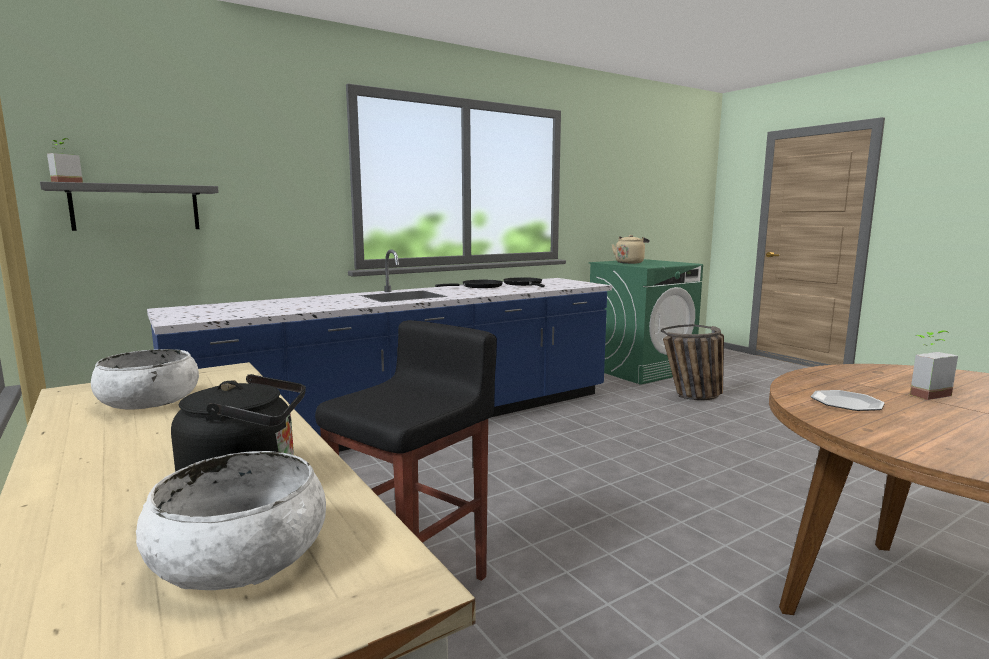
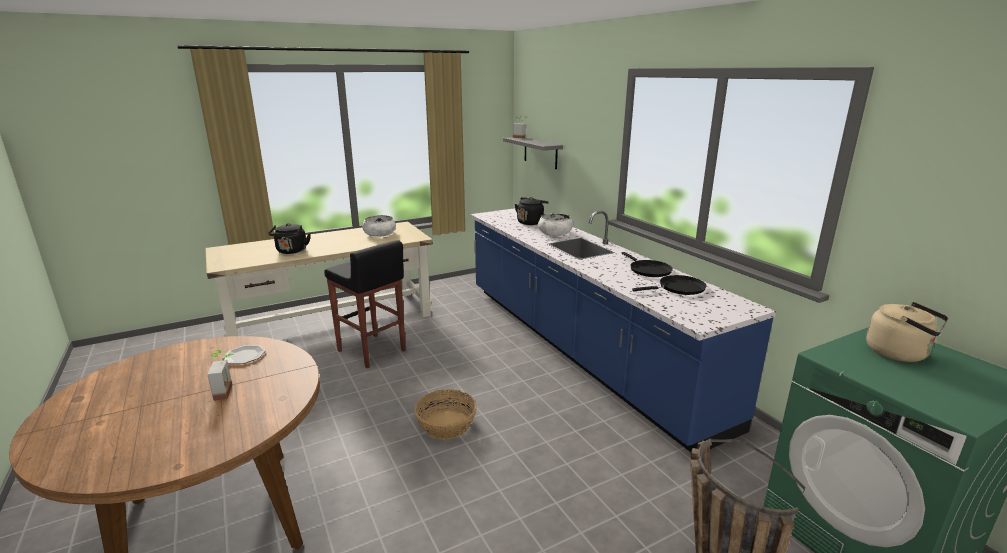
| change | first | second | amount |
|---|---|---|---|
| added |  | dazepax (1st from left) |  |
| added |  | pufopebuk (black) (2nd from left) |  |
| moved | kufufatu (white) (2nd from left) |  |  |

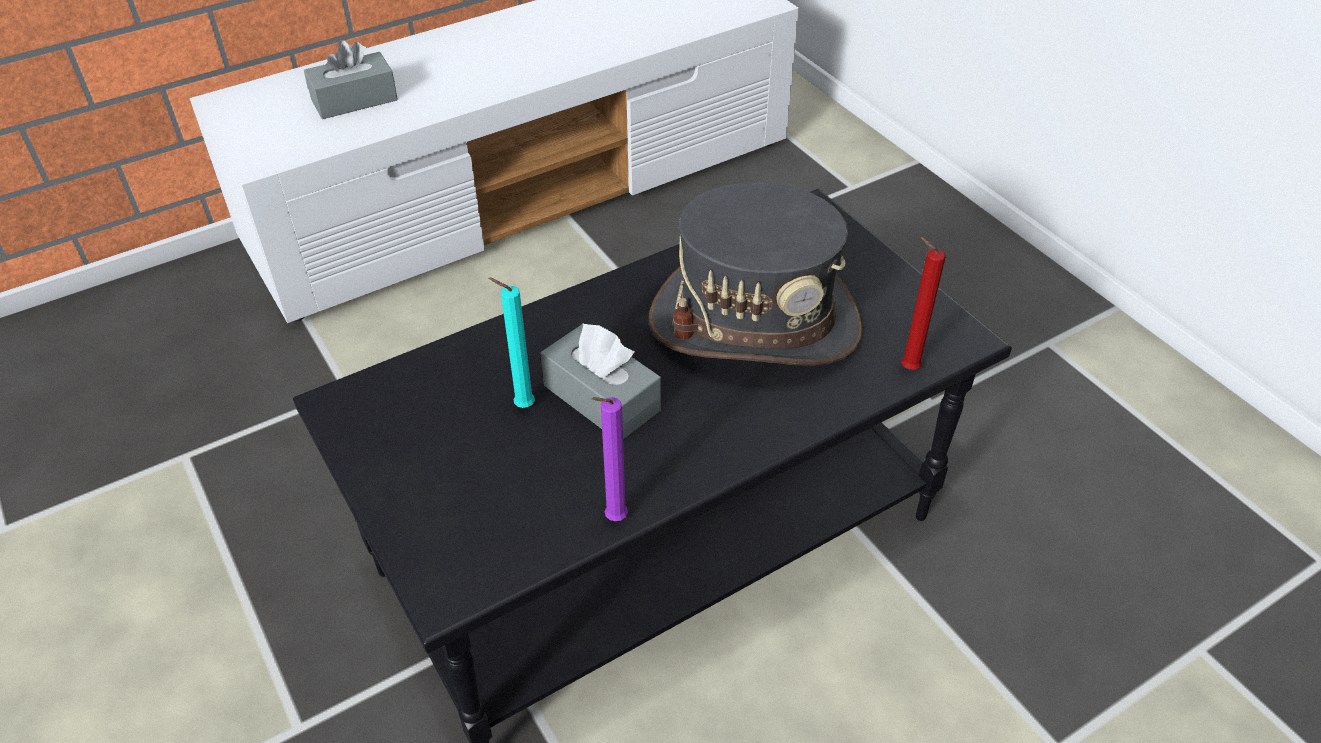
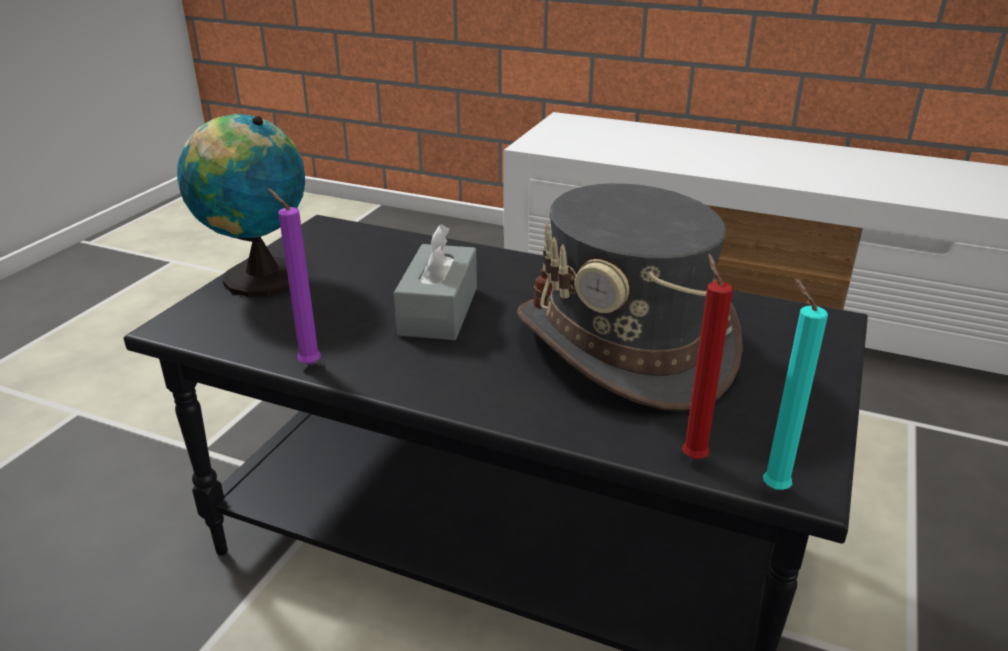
| change | first | second | amount |
|---|---|---|---|
| removed | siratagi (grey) (1st from left) |  |  |
| added |  | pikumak |  |
| moved | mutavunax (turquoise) |  |  |

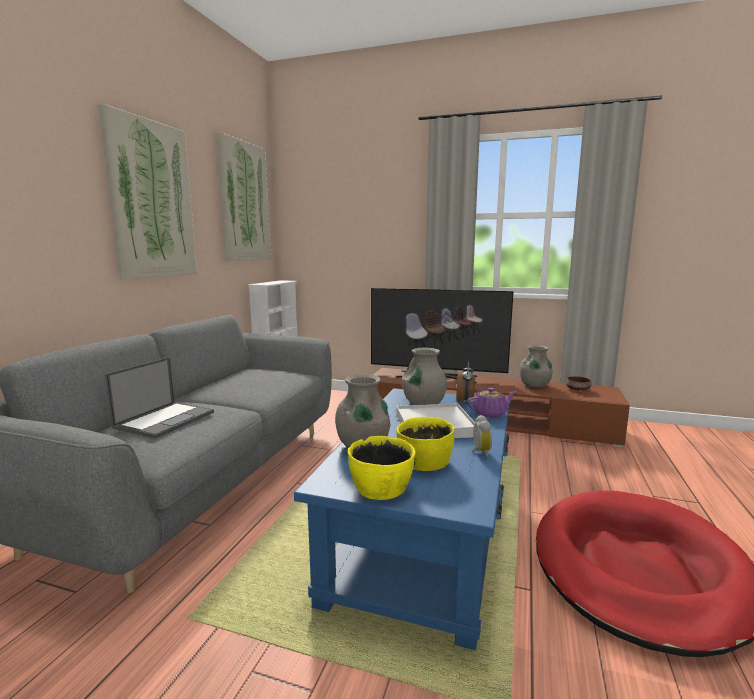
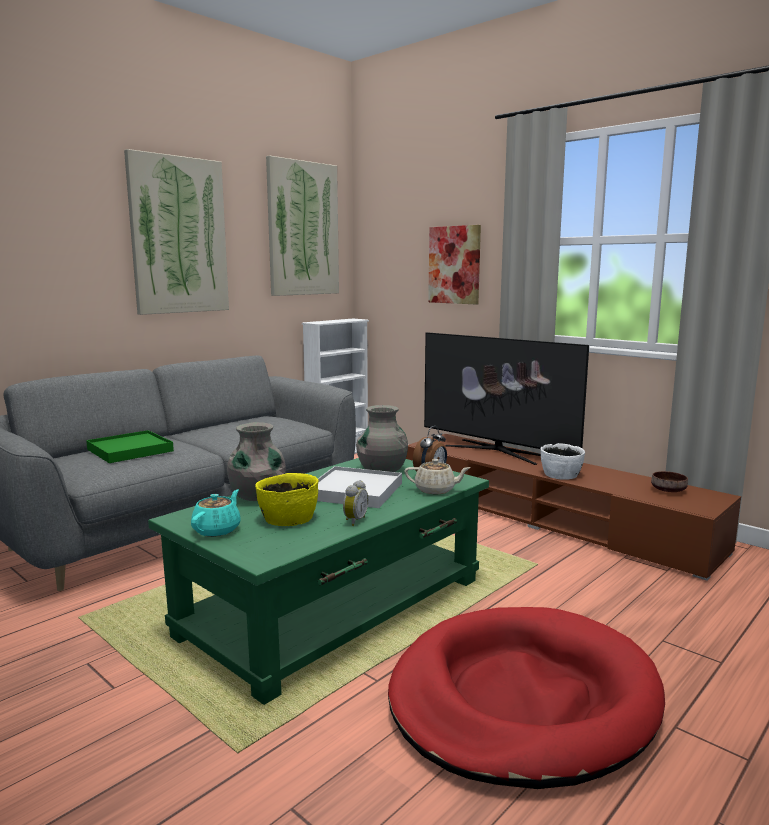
| change | first | second | amount |
|---|---|---|---|
| removed | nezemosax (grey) (3rd from left) |  |  |
| added |  | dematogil (3rd from left) |  |
| added |  | kufufatu (white) |  |
| replaced | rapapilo | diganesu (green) |  |
| replaced | kufufatu (yellow) (1st from left) | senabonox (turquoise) |  |
| recoloured | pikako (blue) | pikako (green) |  |
| recoloured | senabonox (purple) | senabonox (beige) |  |

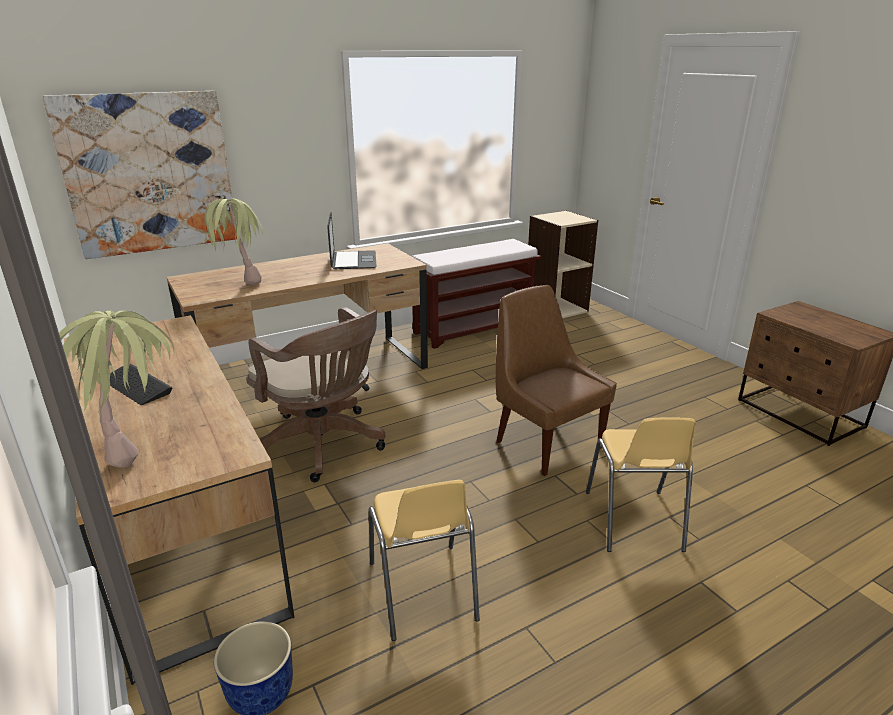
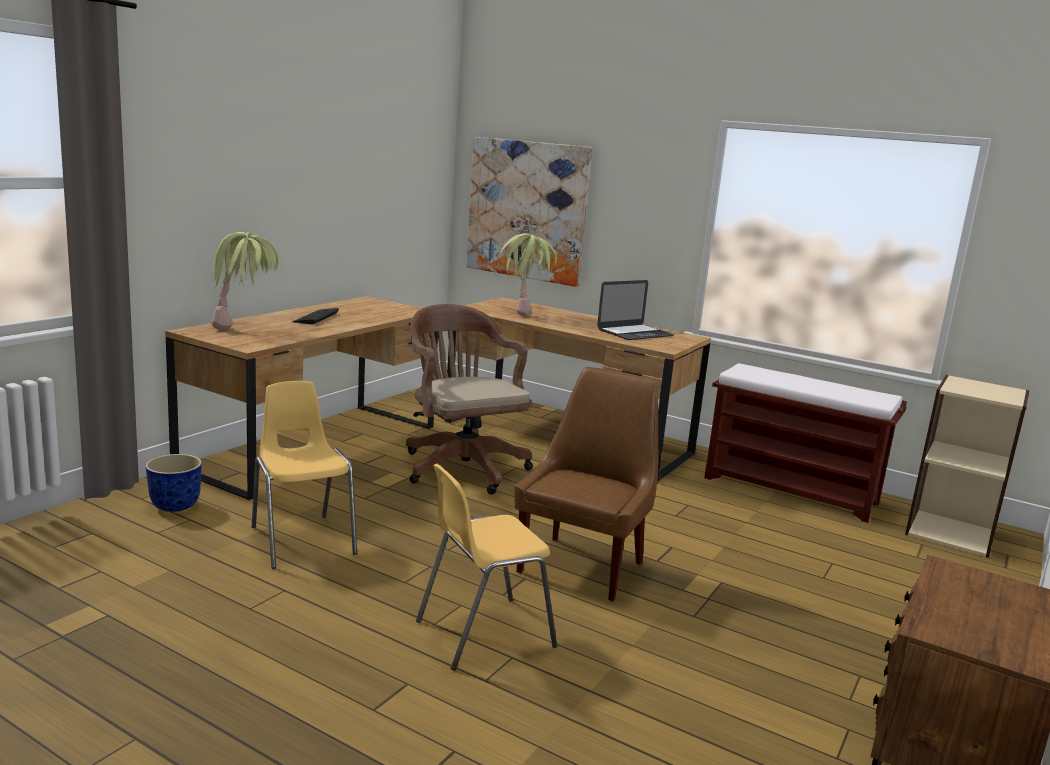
| change | first | second | amount |
|---|---|---|---|
| turned | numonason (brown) |  | 135 degrees clockwise |
| turned | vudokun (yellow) (1st from left) |  | 105 degrees clockwise |

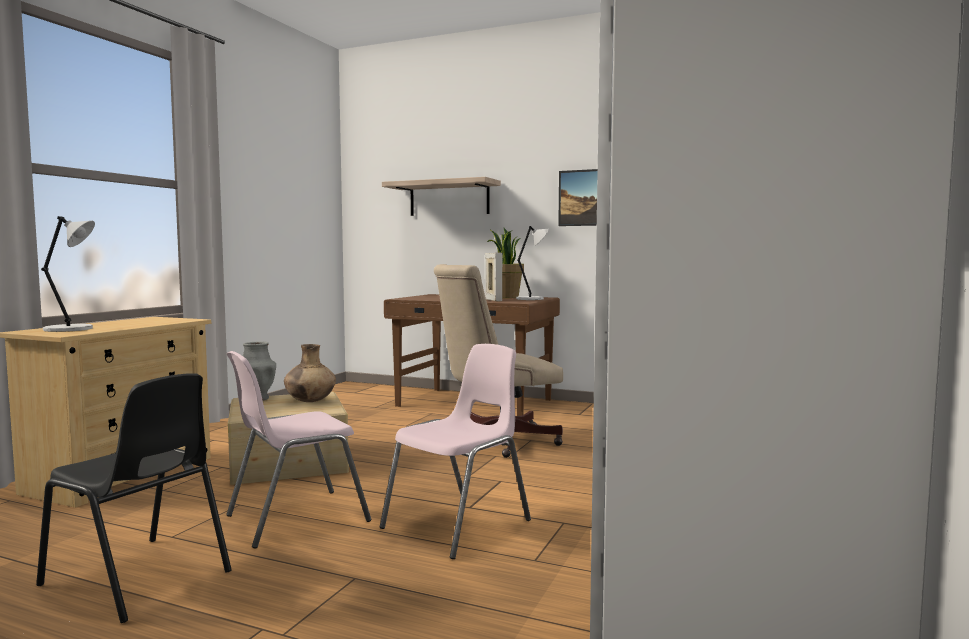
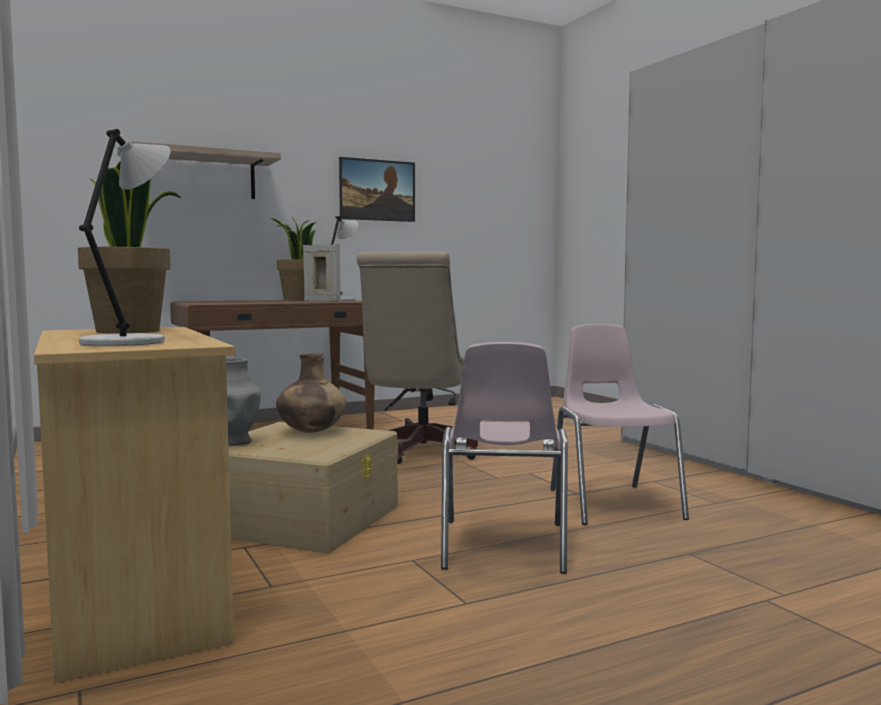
| change | first | second | amount |
|---|---|---|---|
| removed | vudokun (black) |  |  |
| added |  | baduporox (1st from left) |  |

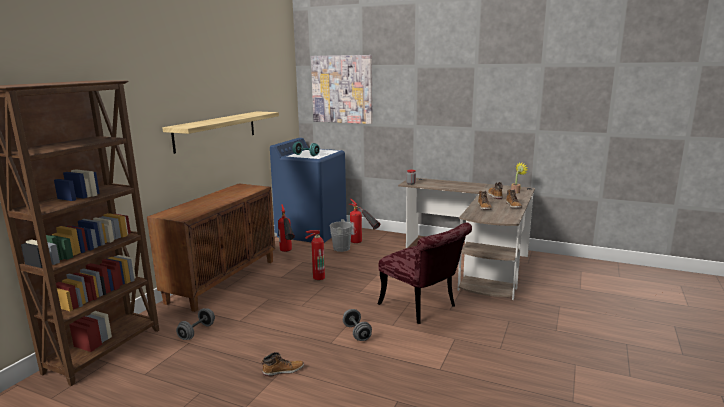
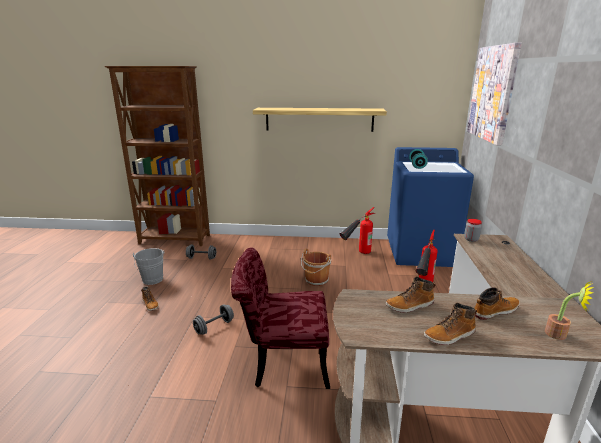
| change | first | second | amount |
|---|---|---|---|
| removed | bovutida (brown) |  |  |
| moved | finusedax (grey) |  |  |
| replaced | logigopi (2nd from left) | finusedax (brown) |  |
| turned | vudokun (red) |  | 60 degrees clockwise |

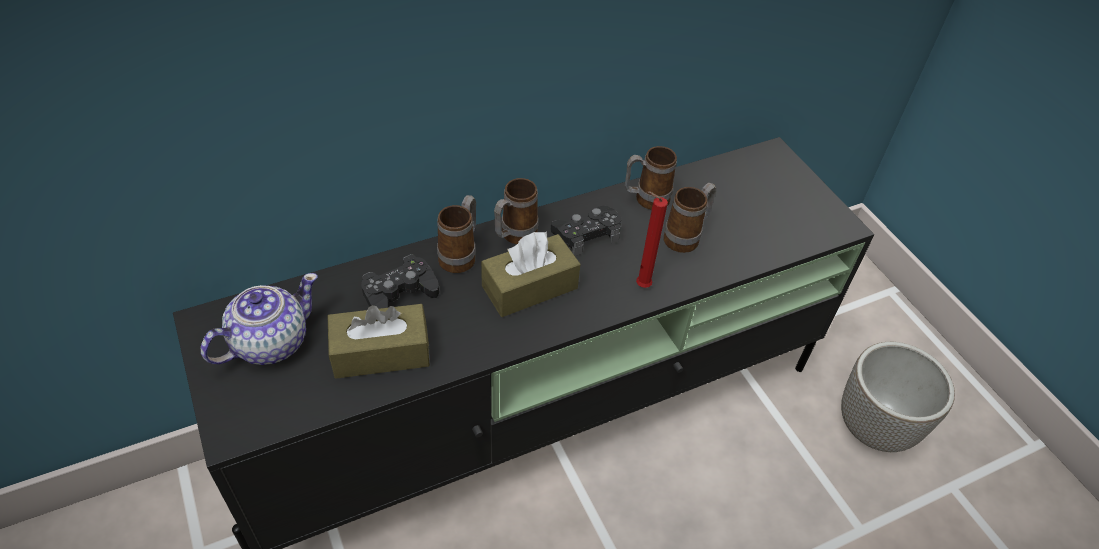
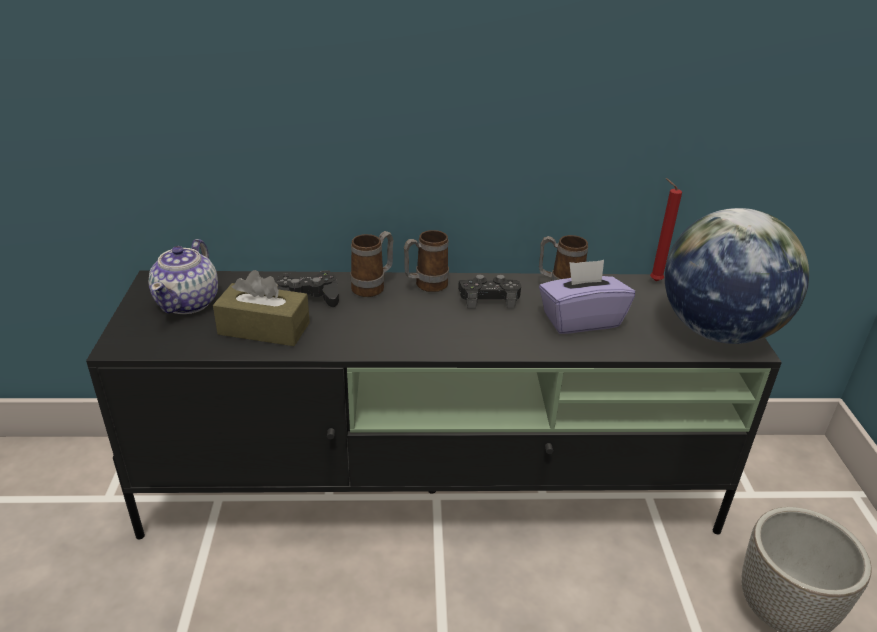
| change | first | second | amount |
|---|---|---|---|
| removed | siratagi (brown) (2nd from left) |  |  |
| added |  | pikumak |  |
| moved | mutavunax (red) |  |  |
| replaced | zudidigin (4th from left) | siratagi (purple) |  |
| turned | senabonox |  | 120 degrees clockwise |

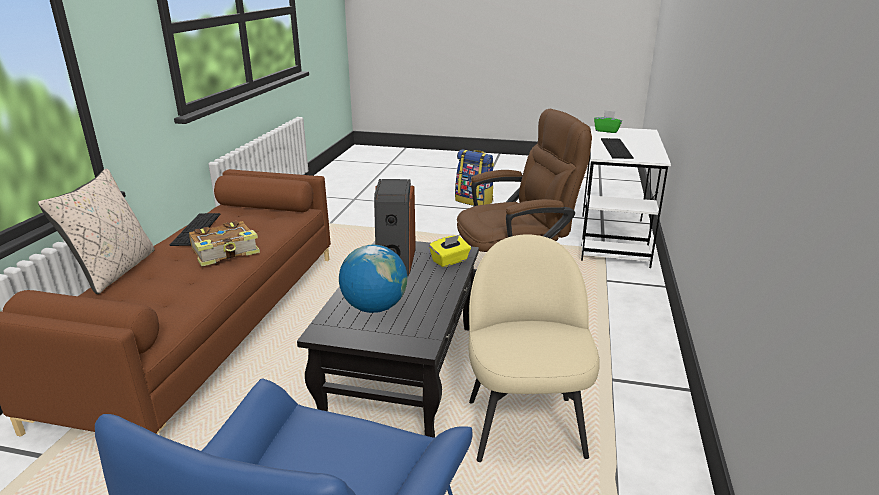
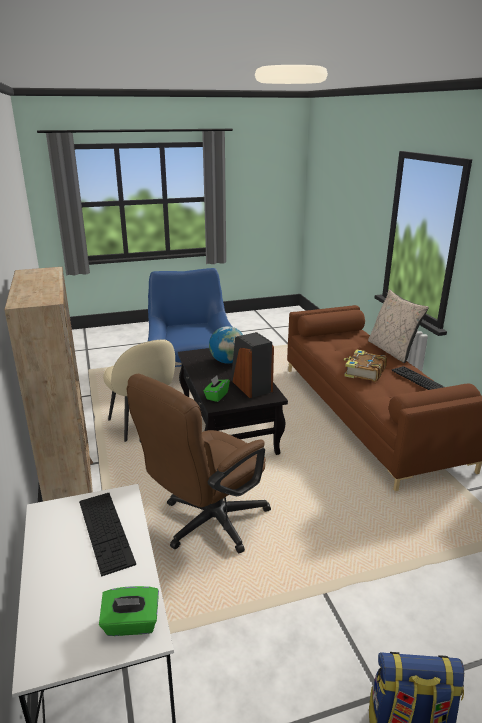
| change | first | second | amount |
|---|---|---|---|
| added |  | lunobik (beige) |  |
| recoloured | siratagi (yellow) | siratagi (green) (2nd from left) |  |

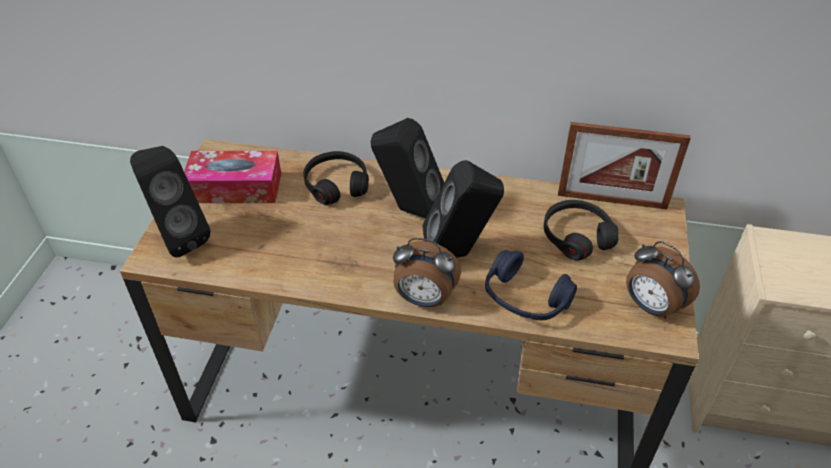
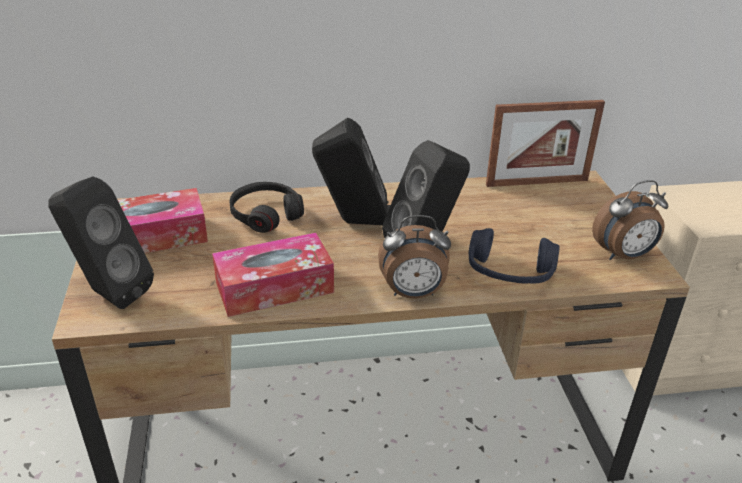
| change | first | second | amount |
|---|---|---|---|
| removed | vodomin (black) (2nd from left) |  |  |
| added |  | siratagi (2nd from left) |  |
| turned | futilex (2nd from left) |  | 45 degrees counterclockwise |

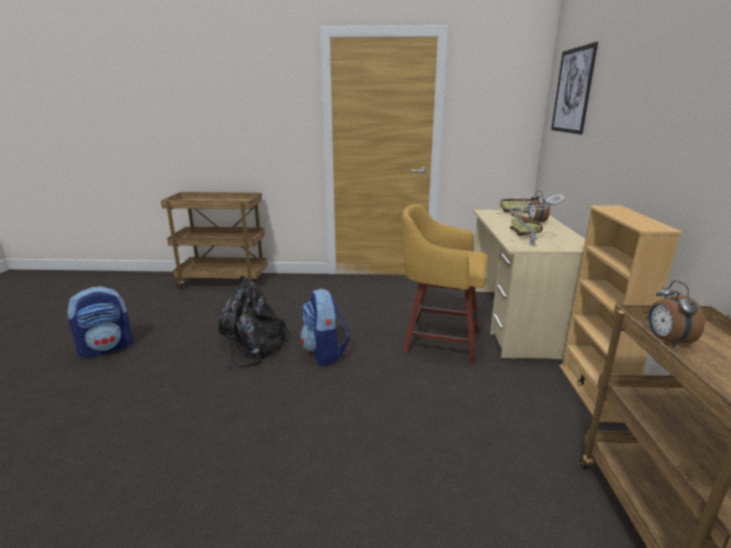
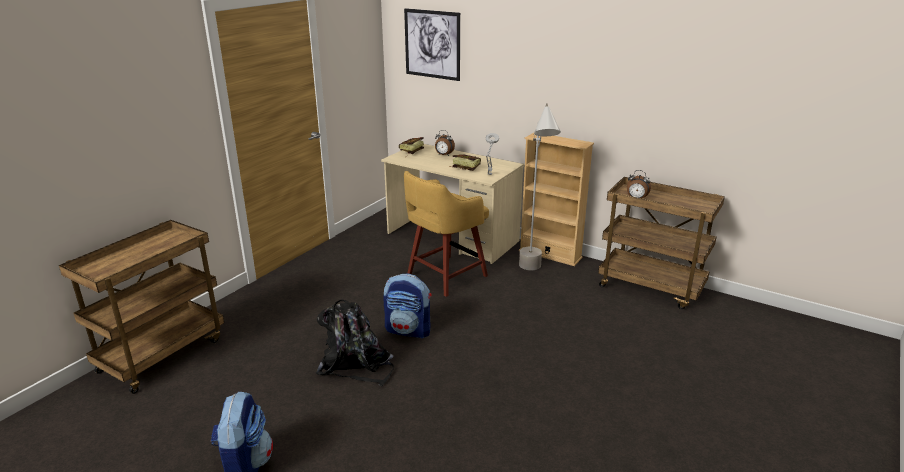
| change | first | second | amount |
|---|---|---|---|
| added |  | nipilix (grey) |  |

